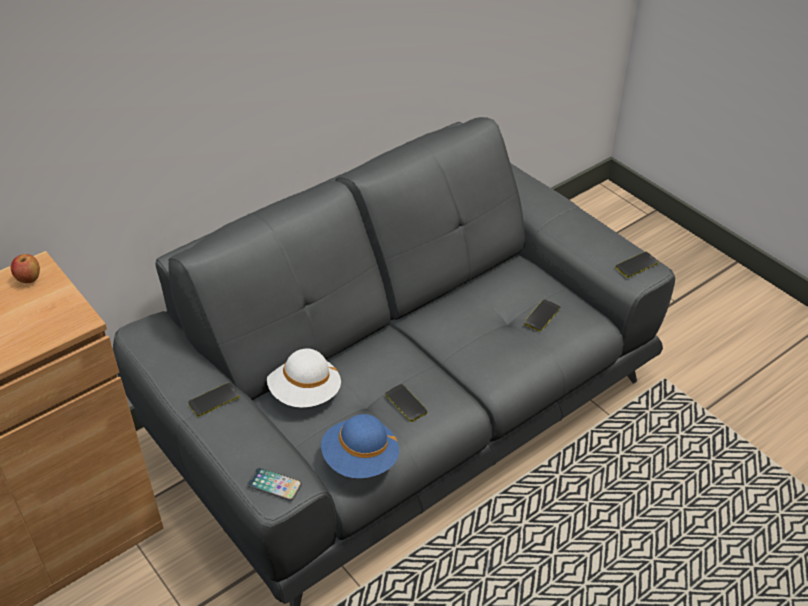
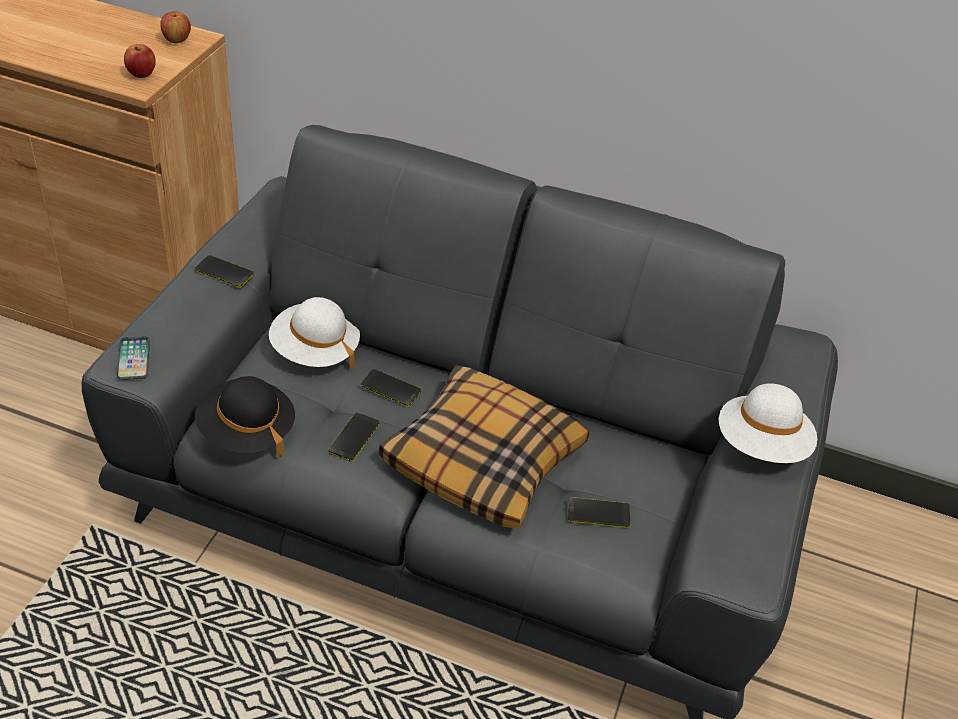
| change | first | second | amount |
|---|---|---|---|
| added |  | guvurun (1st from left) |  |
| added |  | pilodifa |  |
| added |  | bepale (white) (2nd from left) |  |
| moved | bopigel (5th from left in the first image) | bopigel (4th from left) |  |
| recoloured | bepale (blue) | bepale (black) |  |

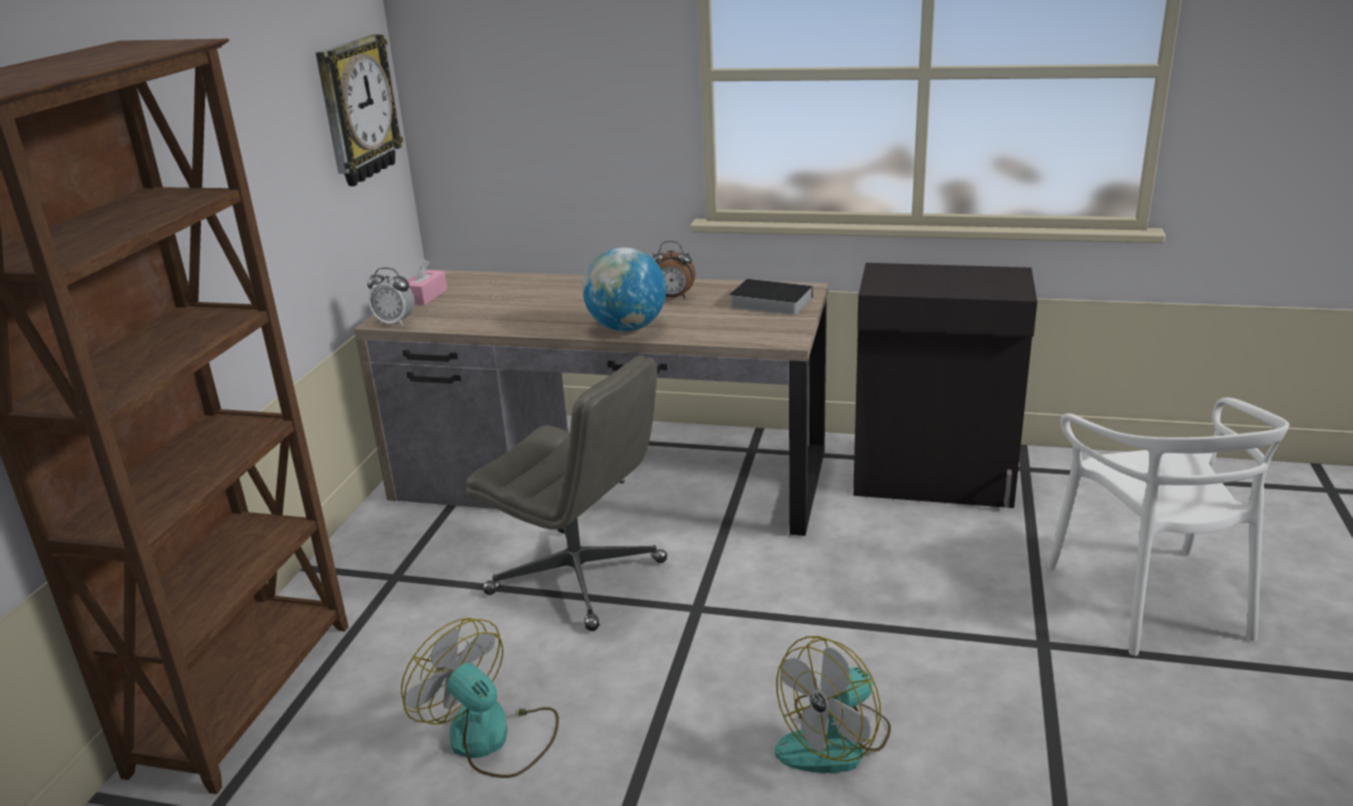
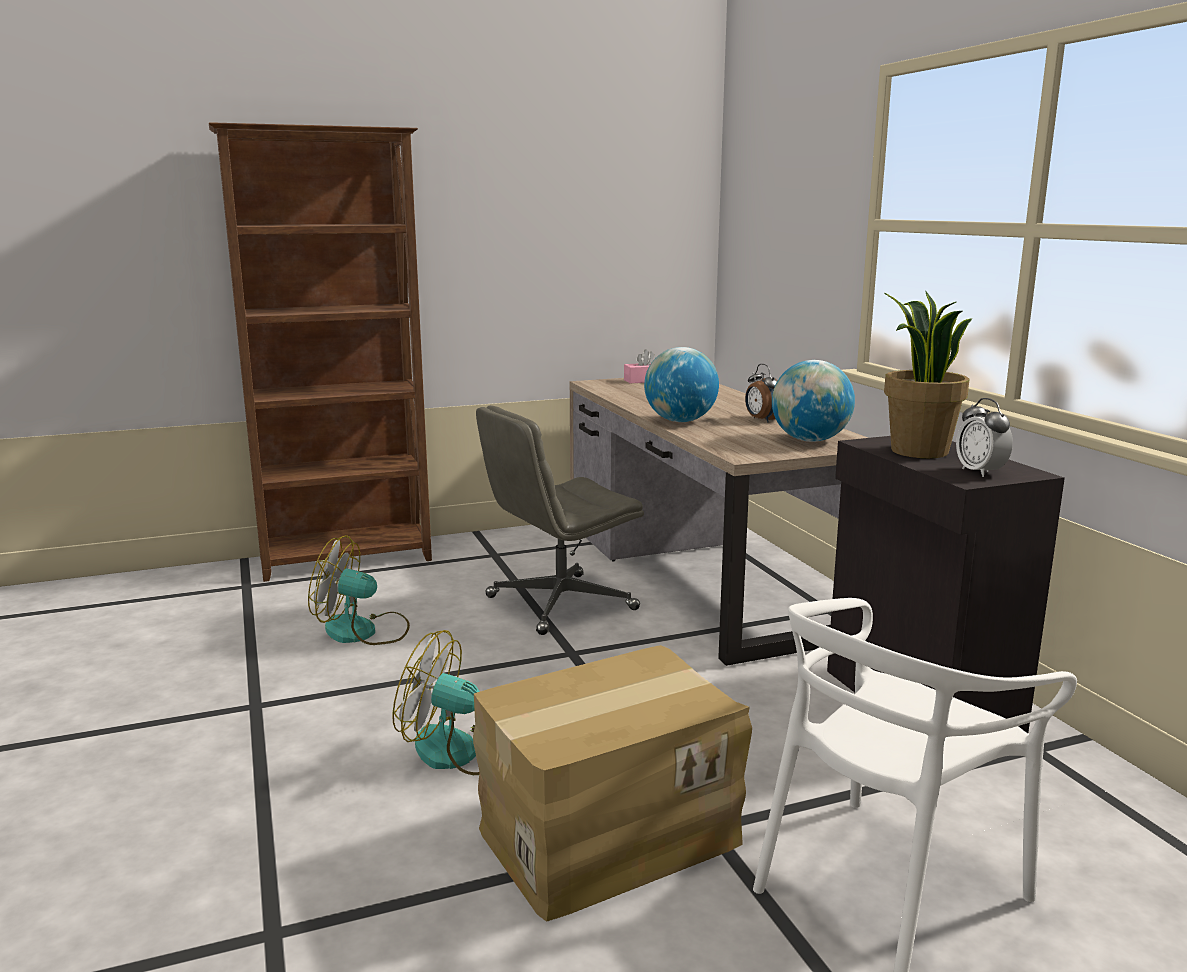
| change | first | second | amount |
|---|---|---|---|
| removed | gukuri |  |  |
| added |  | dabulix |  |
| added |  | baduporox |  |
| moved | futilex (1st from left in the first image) | futilex (2nd from left) |  |
| replaced | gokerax | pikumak (2nd from left) |  |
| turned | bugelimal (1st from left) |  | 90 degrees counterclockwise |
| turned | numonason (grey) |  | 60 degrees clockwise |

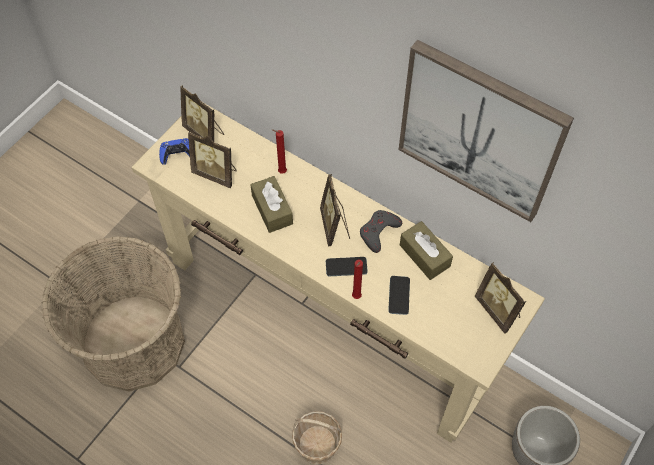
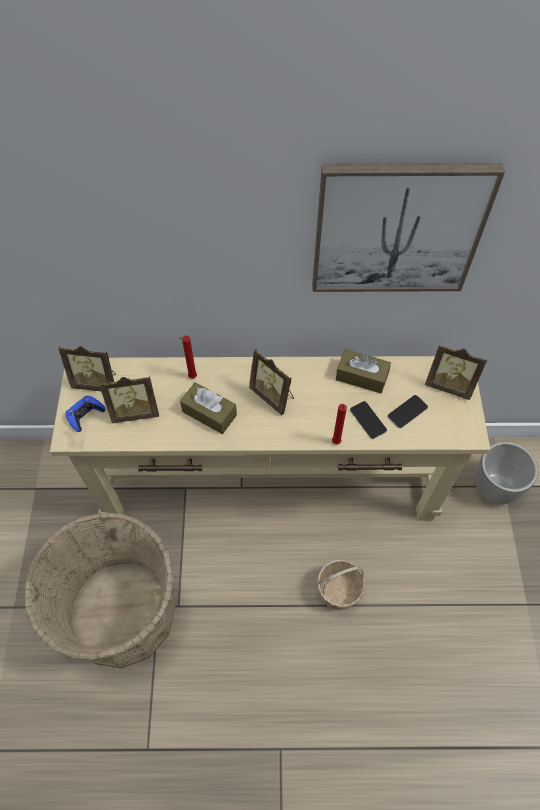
| change | first | second | amount |
|---|---|---|---|
| removed | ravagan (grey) |  |  |
| moved | bopigel (1st from left in the first image) | bopigel (2nd from left) |  |

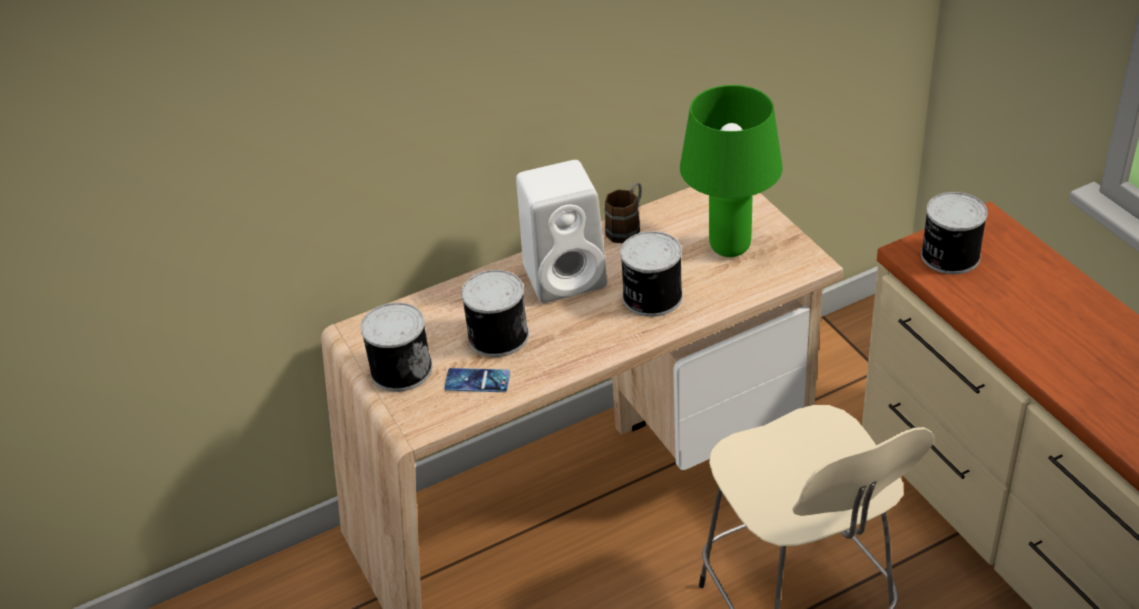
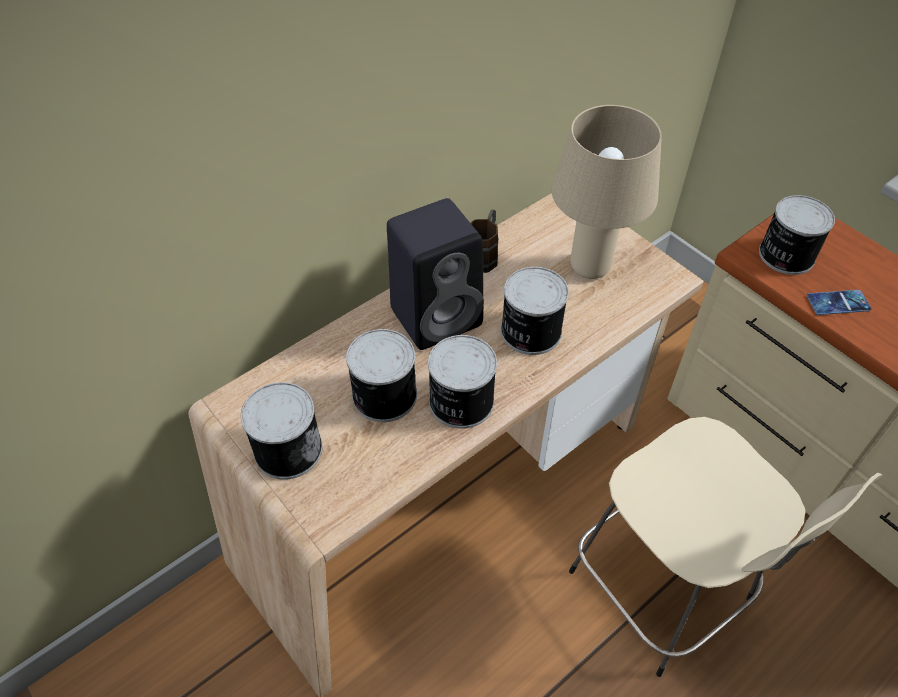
| change | first | second | amount |
|---|---|---|---|
| added |  | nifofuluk (3rd from left) |  |
| moved | bopigel |  |  |
| recoloured | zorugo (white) | zorugo (black) |  |
| recoloured | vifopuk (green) | vifopuk (beige) |  |

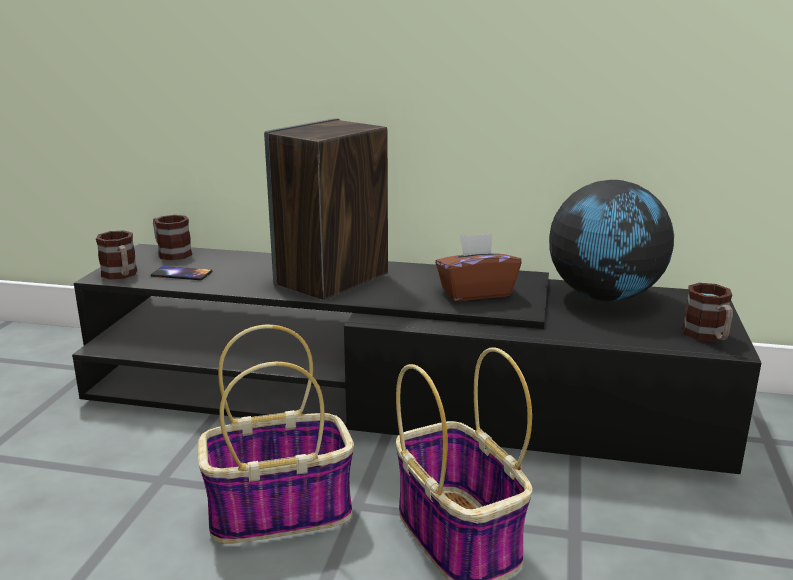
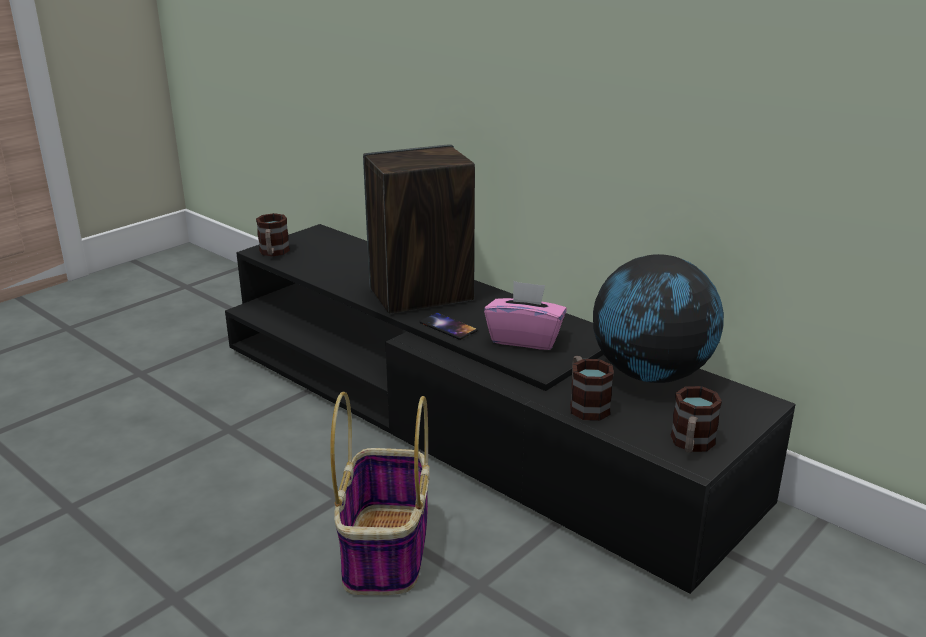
| change | first | second | amount |
|---|---|---|---|
| removed | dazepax (1st from left) |  |  |
| moved | bopigel |  |  |
| moved | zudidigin (2nd from left) |  |  |
| recoloured | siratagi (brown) | siratagi (pink) |  |

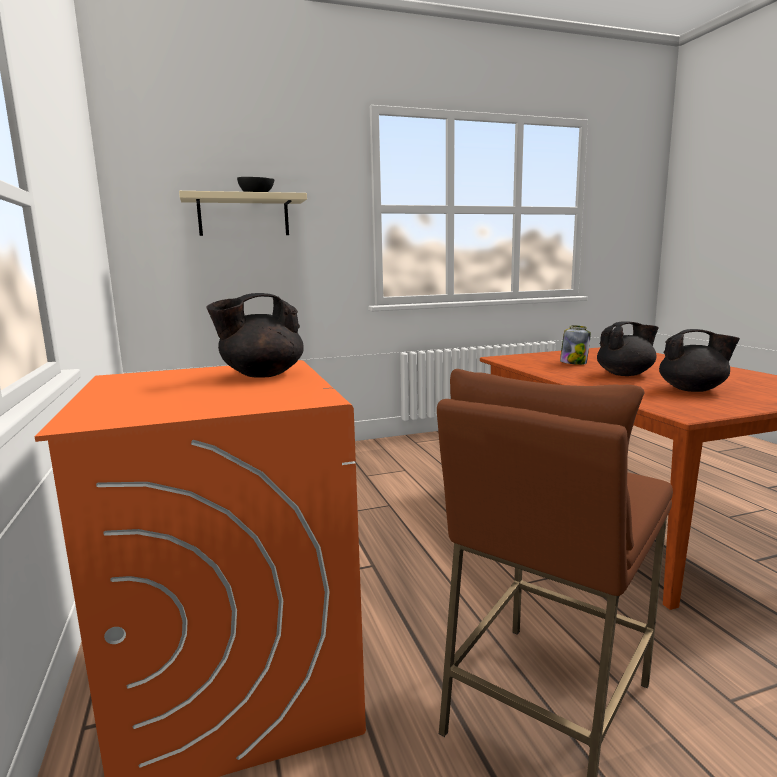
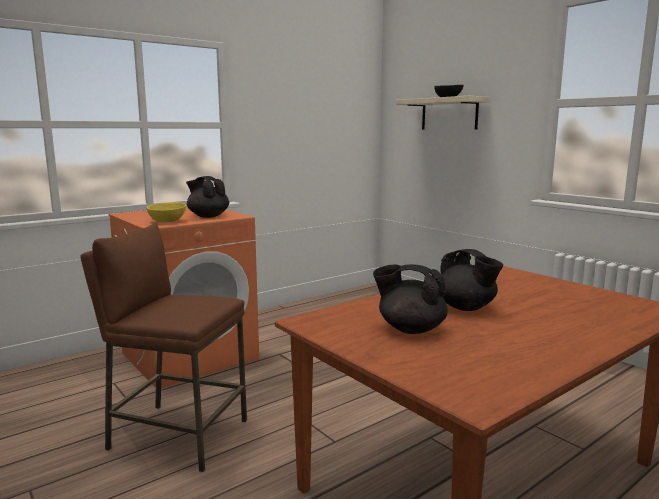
| change | first | second | amount |
|---|---|---|---|
| removed | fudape |  |  |
| added |  | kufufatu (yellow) |  |
| turned | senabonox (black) (3rd from left in the first image) | senabonox (black) (2nd from left) | 120 degrees clockwise |

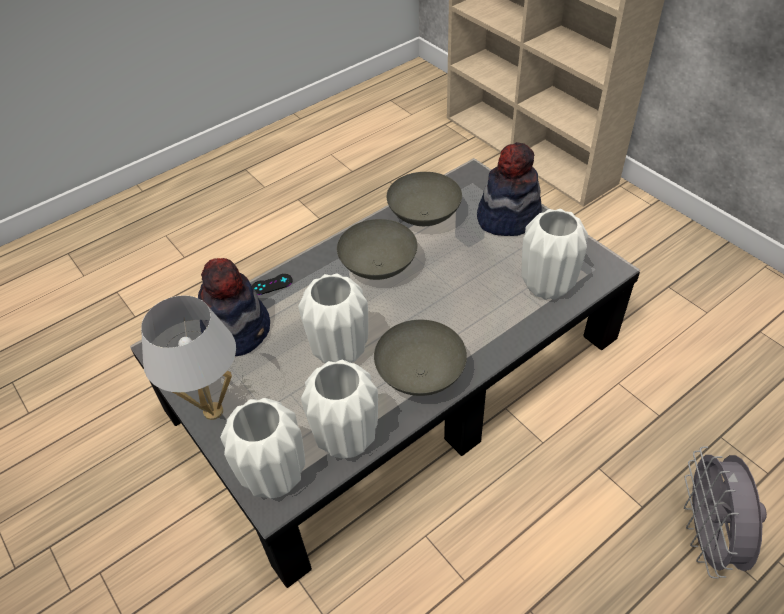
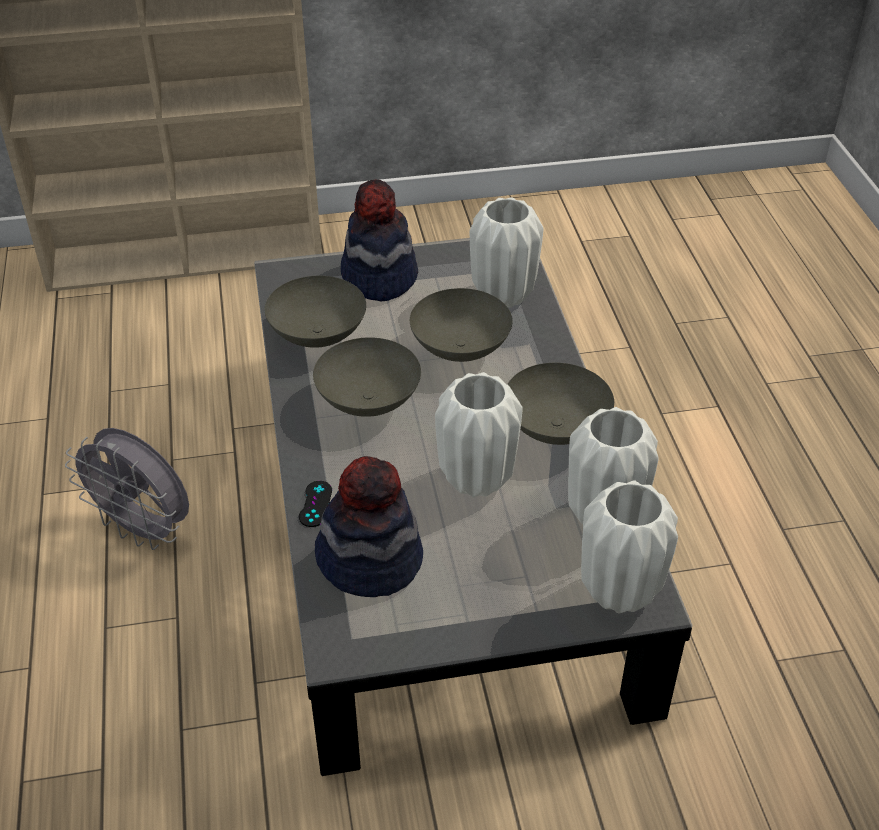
| change | first | second | amount |
|---|---|---|---|
| removed | vifopuk (white) |  |  |
| added |  | kufufatu (grey) (3rd from left) |  |
| moved | bugelimal (grey) |  |  |

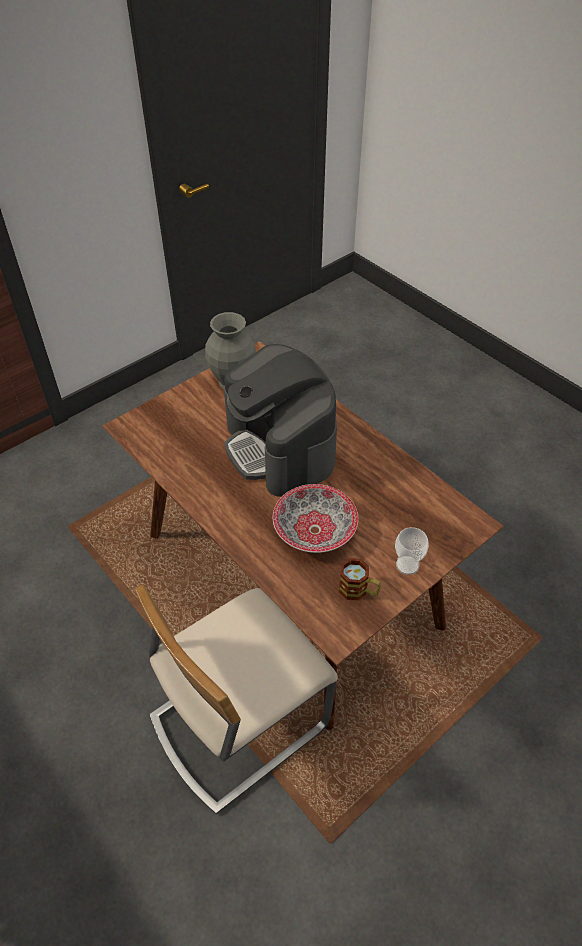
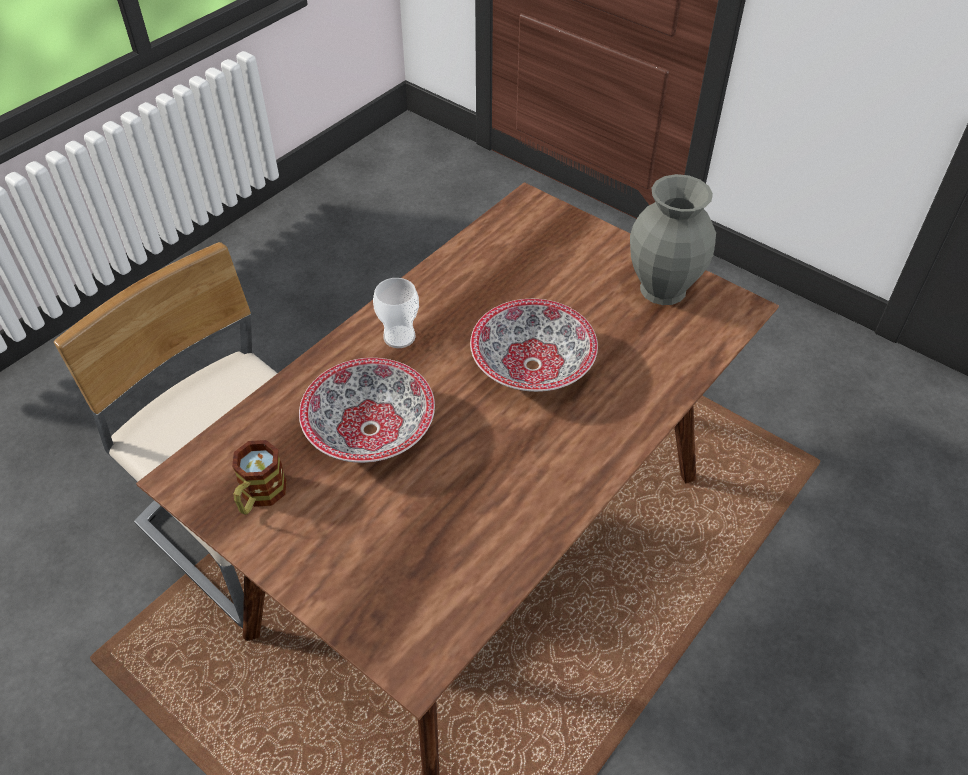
| change | first | second | amount |
|---|---|---|---|
| moved | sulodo |  |  |
| replaced | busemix | kufufatu (2nd from left) |  |

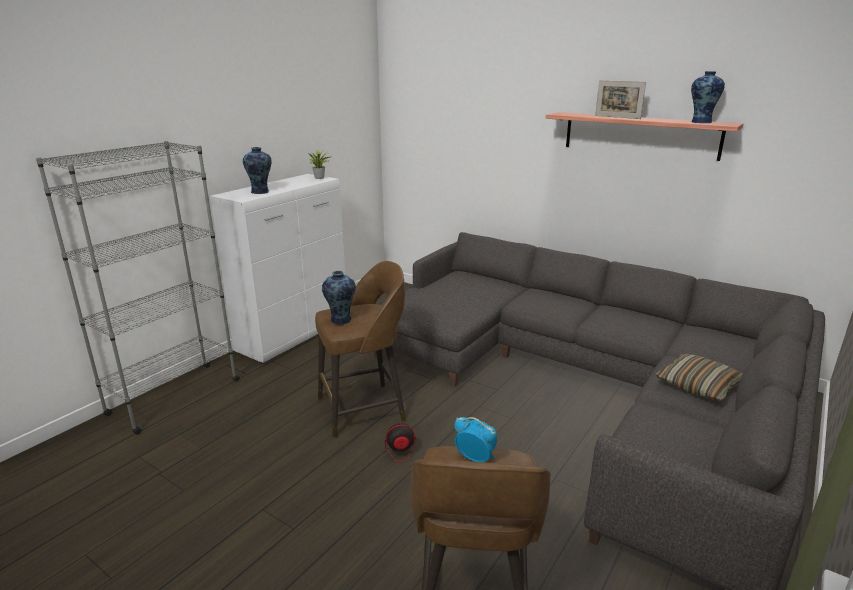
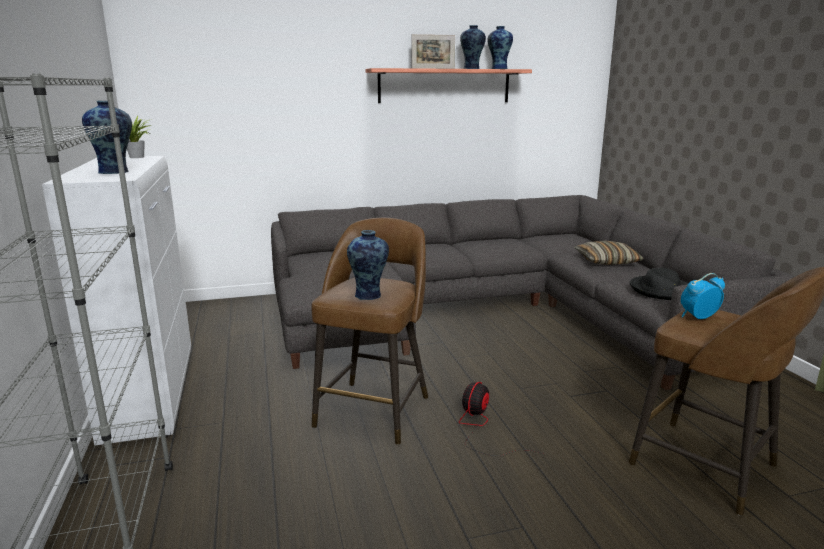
| change | first | second | amount |
|---|---|---|---|
| added |  | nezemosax (3rd from left) |  |
| added |  | bepale (black) |  |

